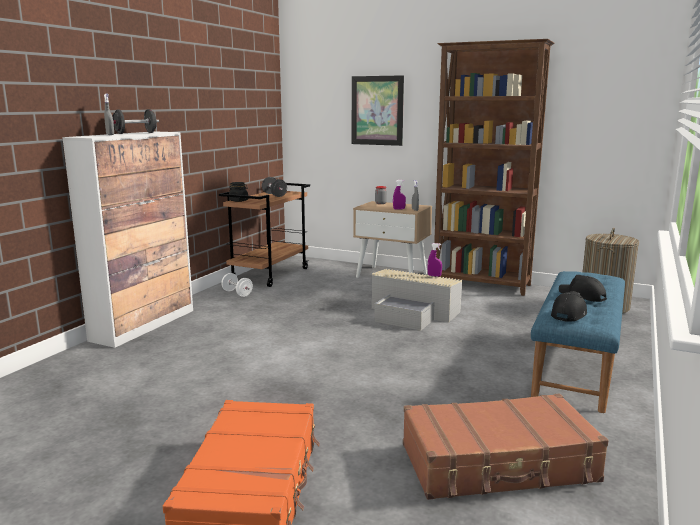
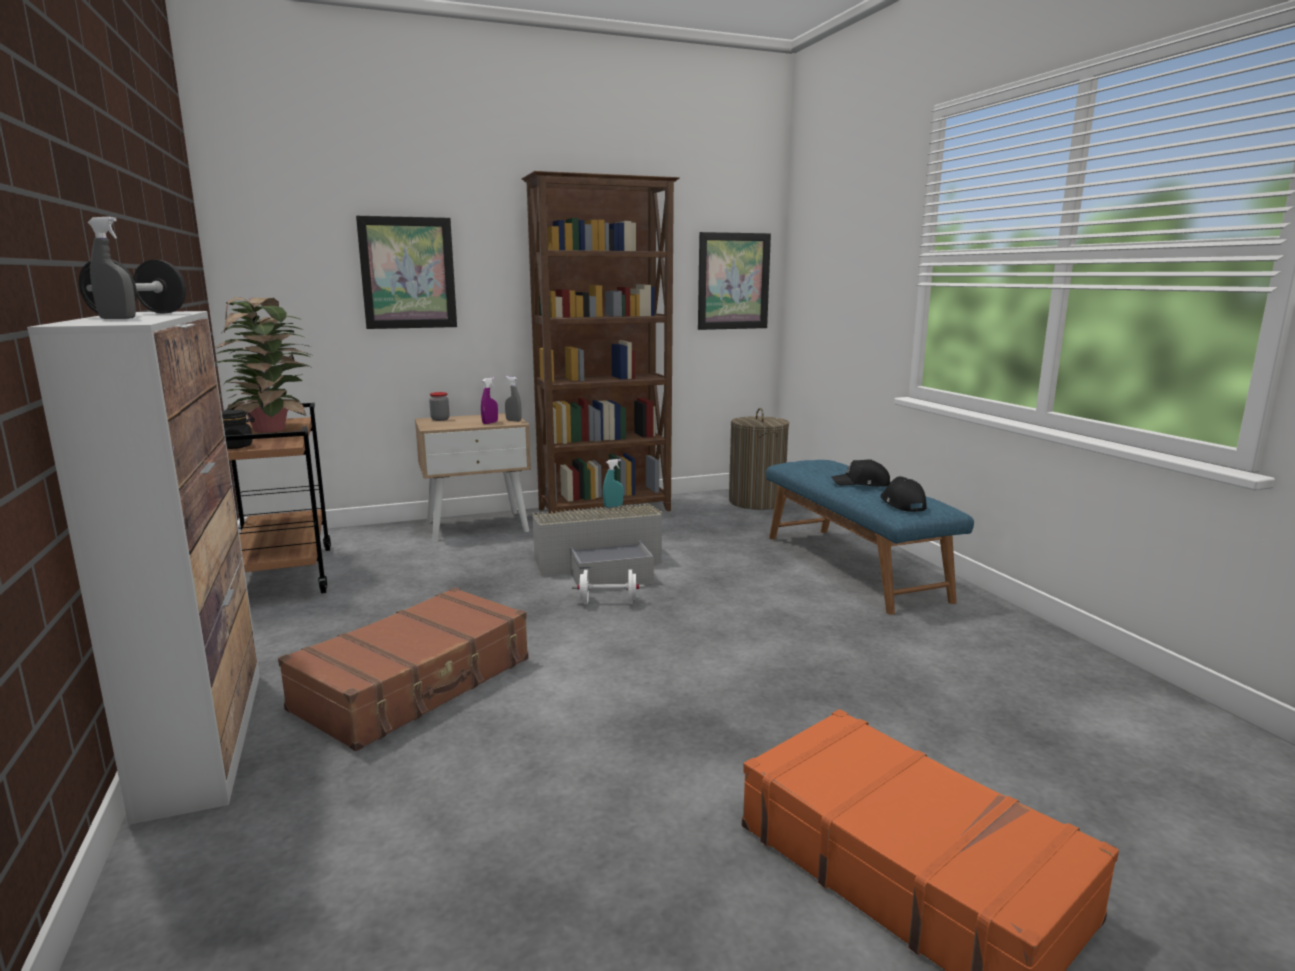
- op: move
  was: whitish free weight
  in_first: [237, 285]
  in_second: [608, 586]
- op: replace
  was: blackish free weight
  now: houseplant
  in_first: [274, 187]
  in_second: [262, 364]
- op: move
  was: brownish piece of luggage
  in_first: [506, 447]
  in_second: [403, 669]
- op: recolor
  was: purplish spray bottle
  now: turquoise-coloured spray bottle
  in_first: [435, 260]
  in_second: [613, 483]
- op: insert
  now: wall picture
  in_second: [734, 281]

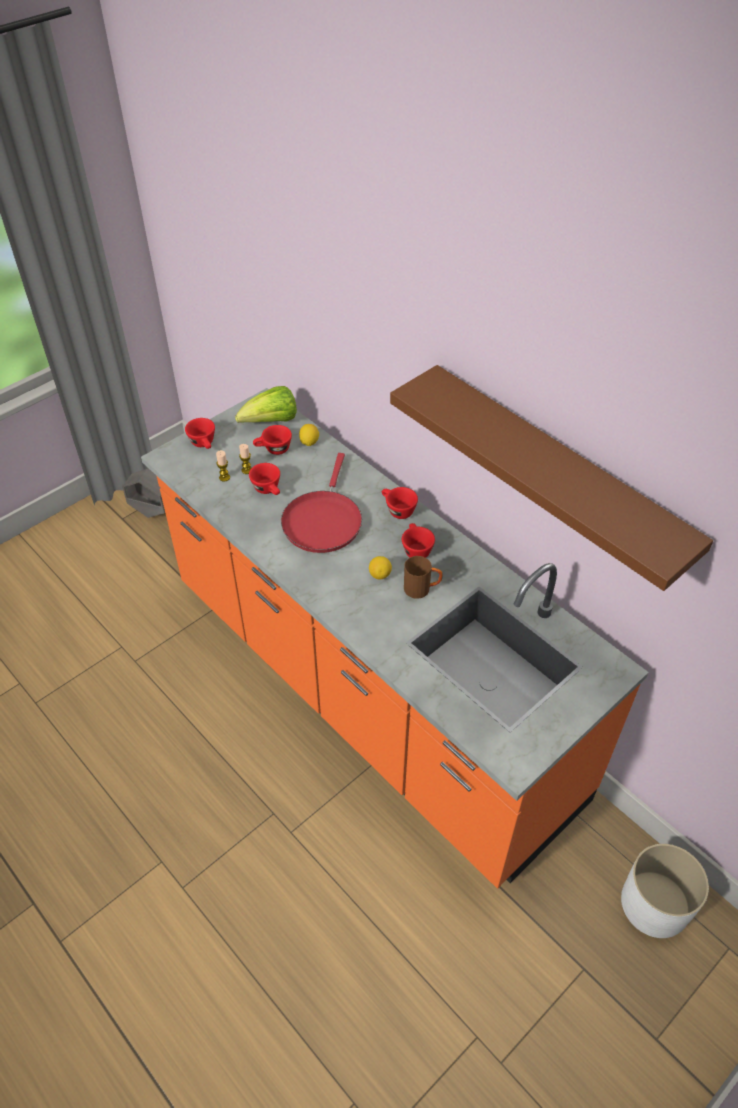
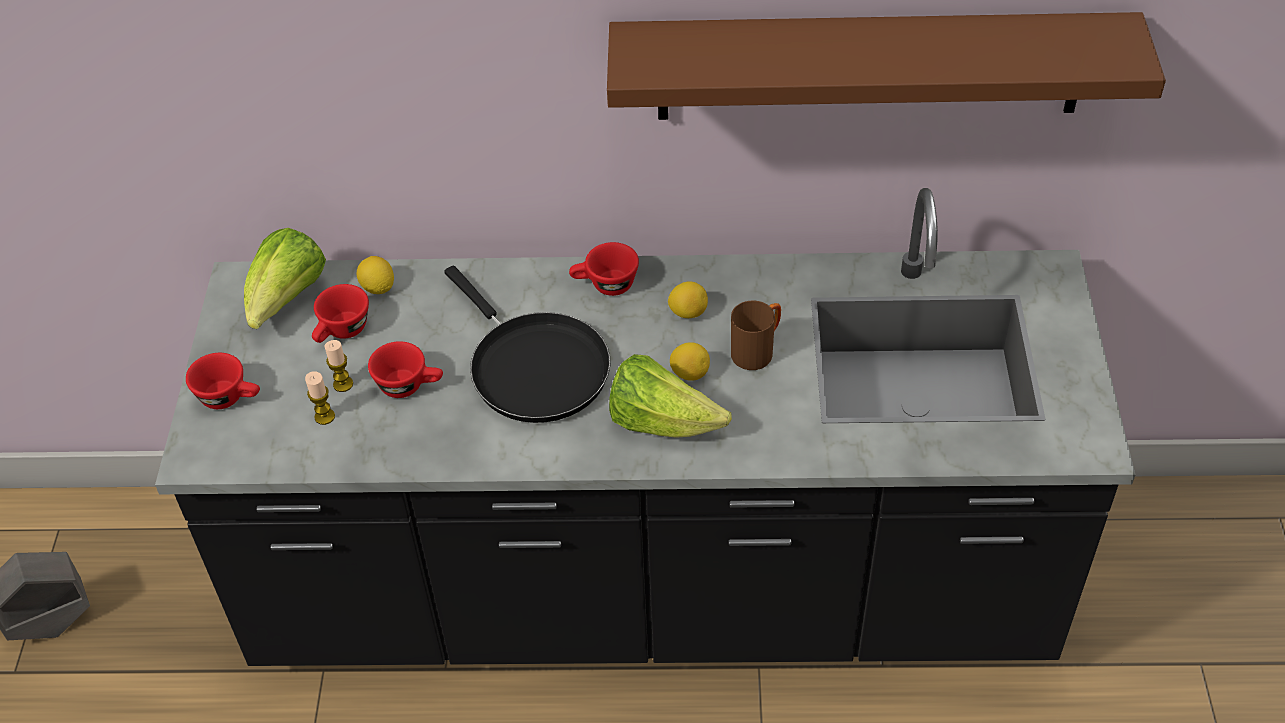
- op: recolor
  was: orange counter
  now: blackish counter
  in_first: [395, 638]
  in_second: [645, 427]
- op: recolor
  was: red frying pan
  now: blackish frying pan
  in_first: [321, 503]
  in_second: [527, 344]
- op: replace
  was: red drinking cup
  now: whole lemon
  in_first: [418, 540]
  in_second: [688, 299]
- op: delete
  was: whitish flower pot
  in_first: [665, 891]
- op: insert
  now: head of lettuce
  in_second: [670, 396]

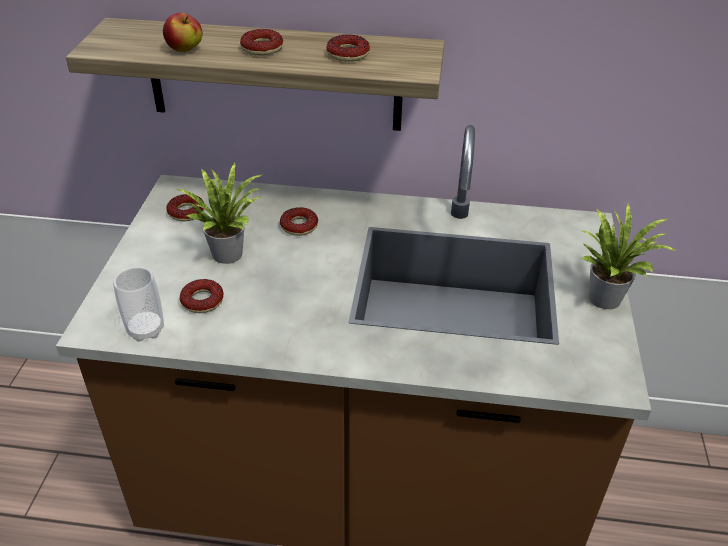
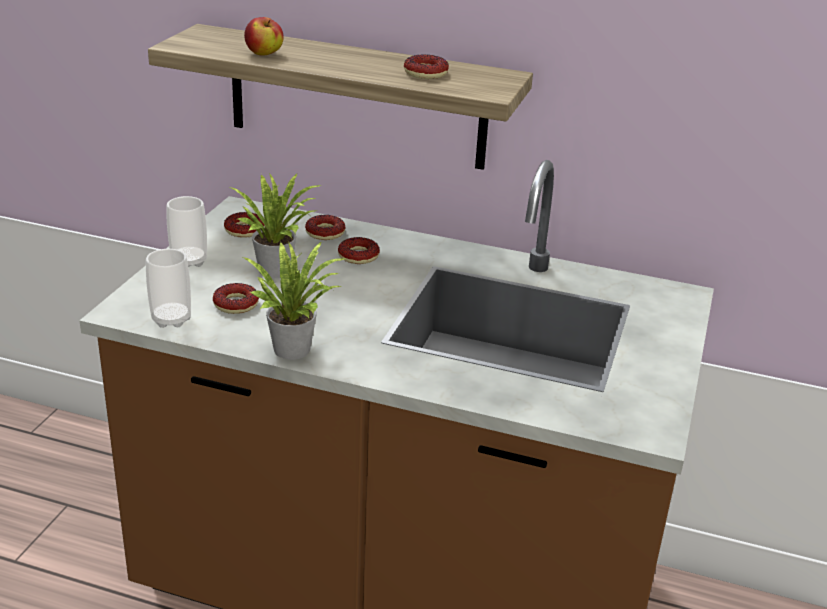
- op: move
  was: donut
  in_first: [261, 42]
  in_second: [325, 227]
- op: move
  was: houseplant
  in_first: [628, 256]
  in_second: [294, 301]
- op: insert
  now: drinking cup
  in_second: [186, 231]

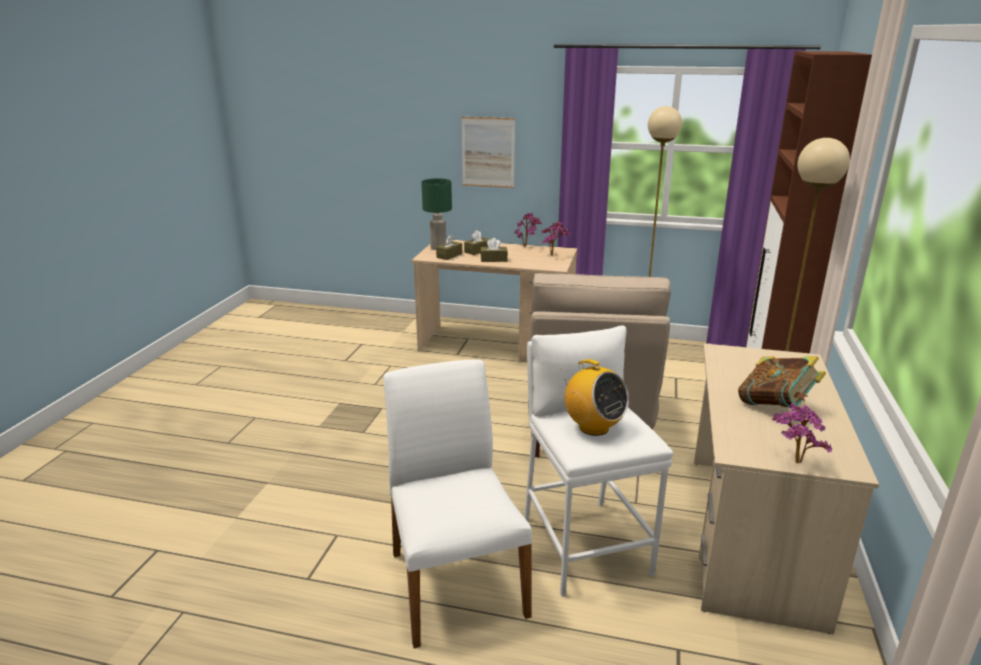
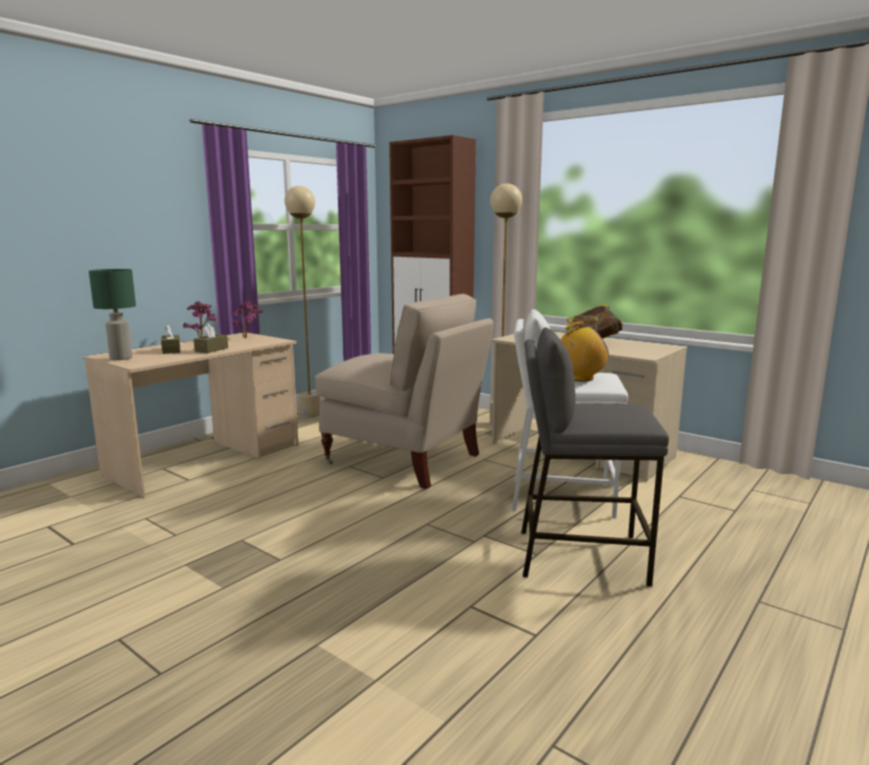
- op: replace
  was: whitish upright chair
  now: gray sitting stool
  in_first: [457, 503]
  in_second: [595, 457]
- op: delete
  was: brownish box of tissues
  in_first: [449, 247]
- op: delete
  was: wall picture
  in_first: [488, 152]
- op: delete
  was: houseplant
  in_first: [802, 433]

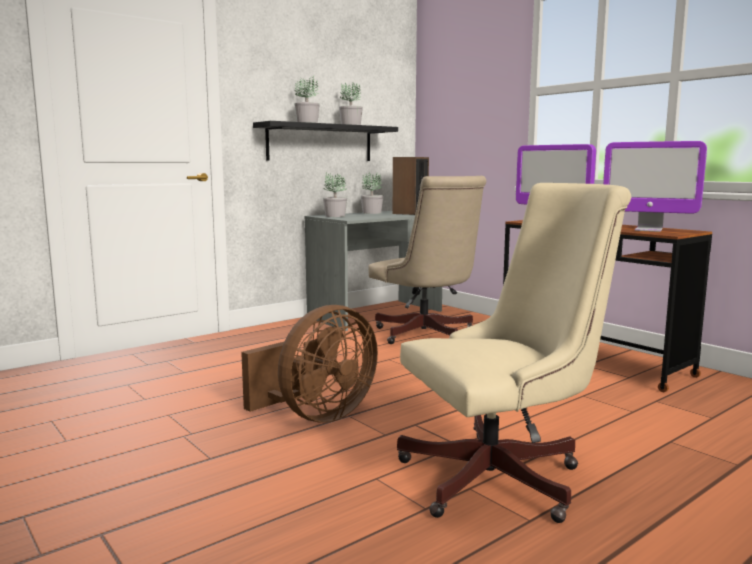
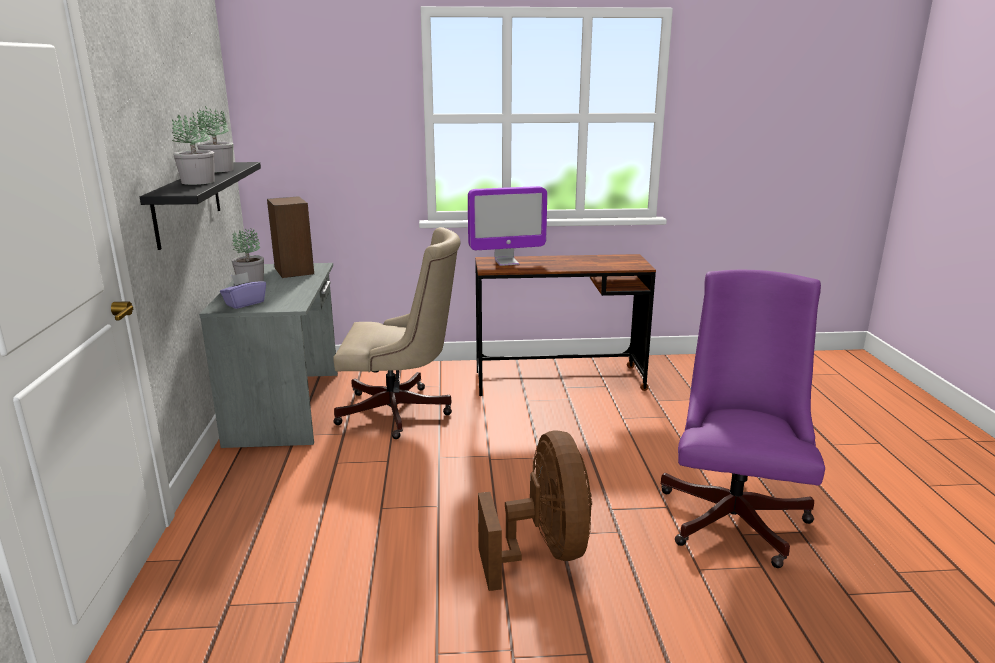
- op: replace
  was: houseplant
  now: purplish box of tissues
  in_first: [335, 195]
  in_second: [243, 290]
- op: recolor
  was: beige office chair
  now: purplish office chair
  in_first: [514, 353]
  in_second: [743, 419]
- op: delete
  was: monitor
  in_first: [655, 186]

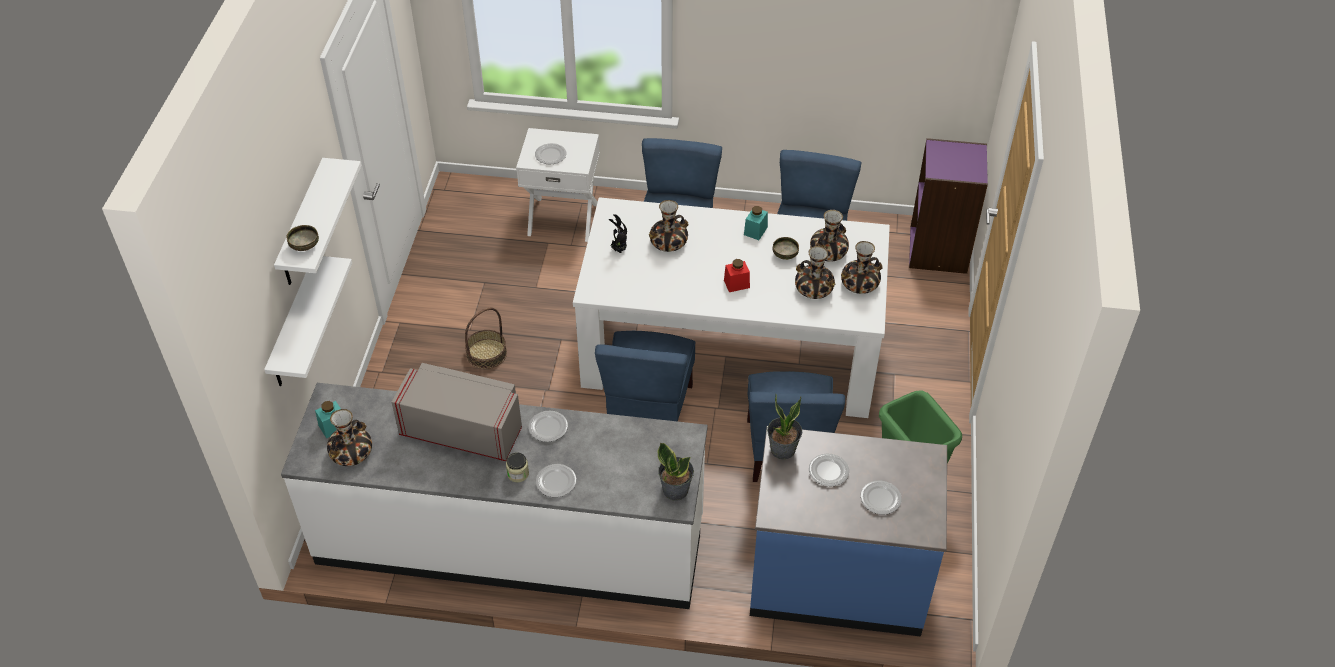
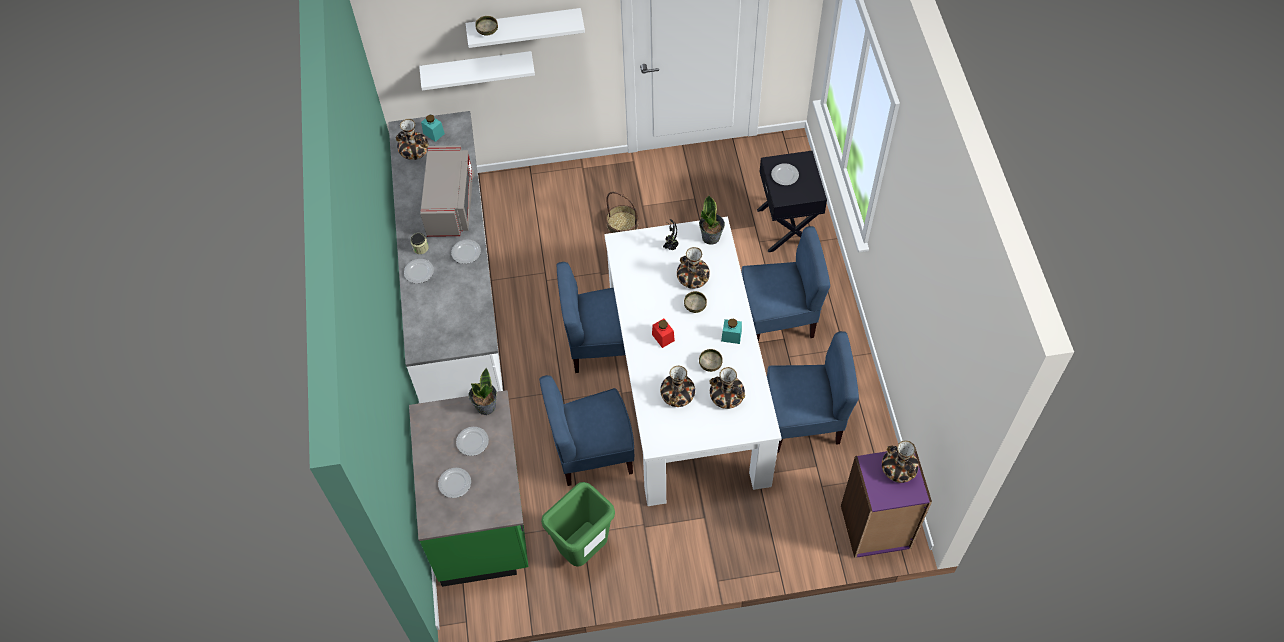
- op: recolor
  was: whitish bedside table
  now: blackish bedside table
  in_first: [558, 185]
  in_second: [792, 201]
- op: move
  was: houseplant
  in_first: [676, 472]
  in_second: [712, 220]
- op: recolor
  was: blue counter
  now: greenish counter
  in_first: [848, 531]
  in_second: [469, 488]
- op: move
  was: vase
  in_first: [861, 267]
  in_second: [900, 461]
- op: insert
  now: bowl
  in_second: [695, 302]

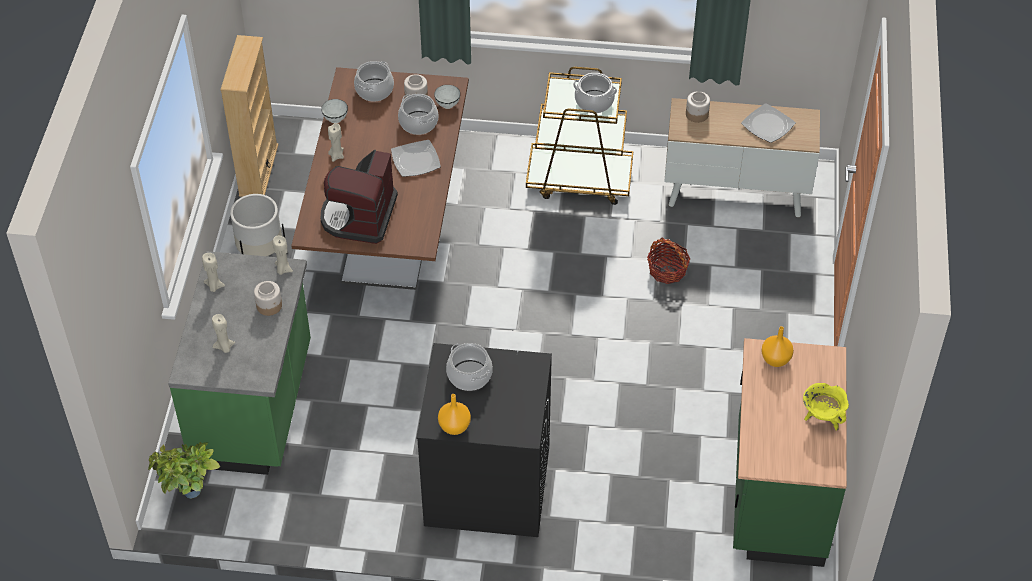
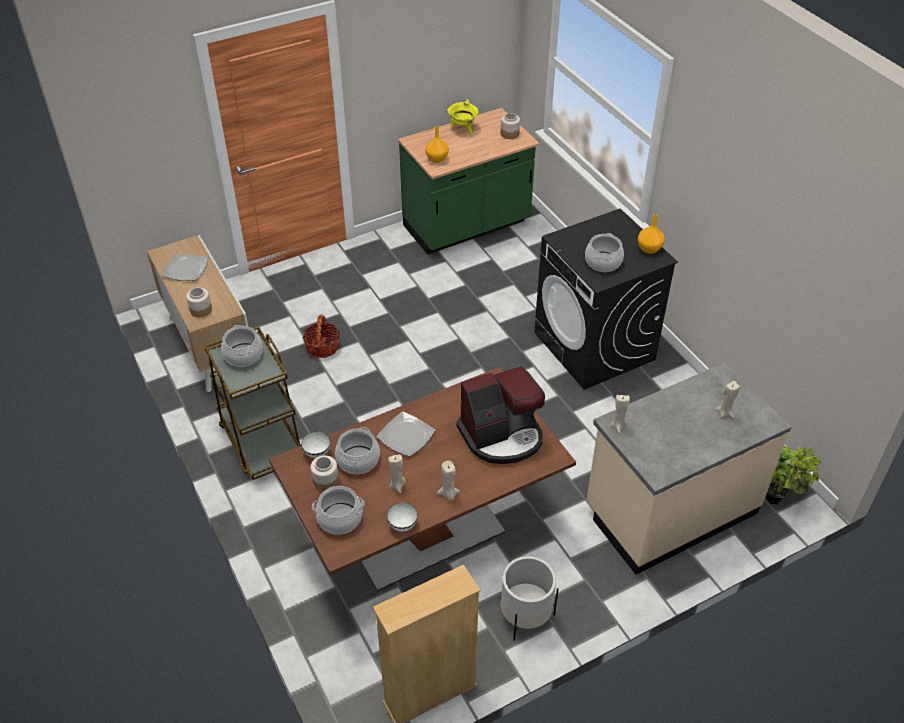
- op: recolor
  was: greenish counter
  now: beige counter
  in_first: [239, 363]
  in_second: [689, 468]
- op: move
  was: beige candle
  in_first: [213, 272]
  in_second: [397, 473]
- op: move
  was: jar
  in_first: [268, 298]
  in_second: [510, 126]

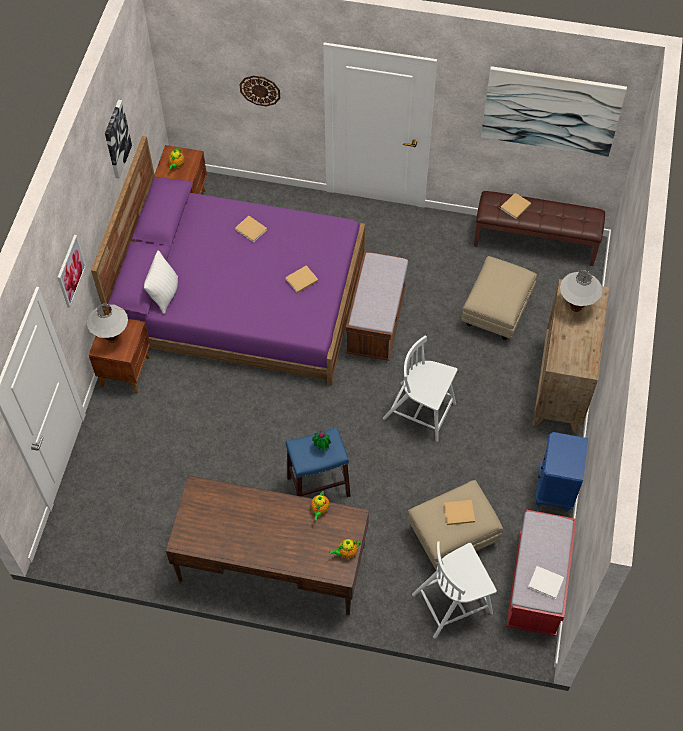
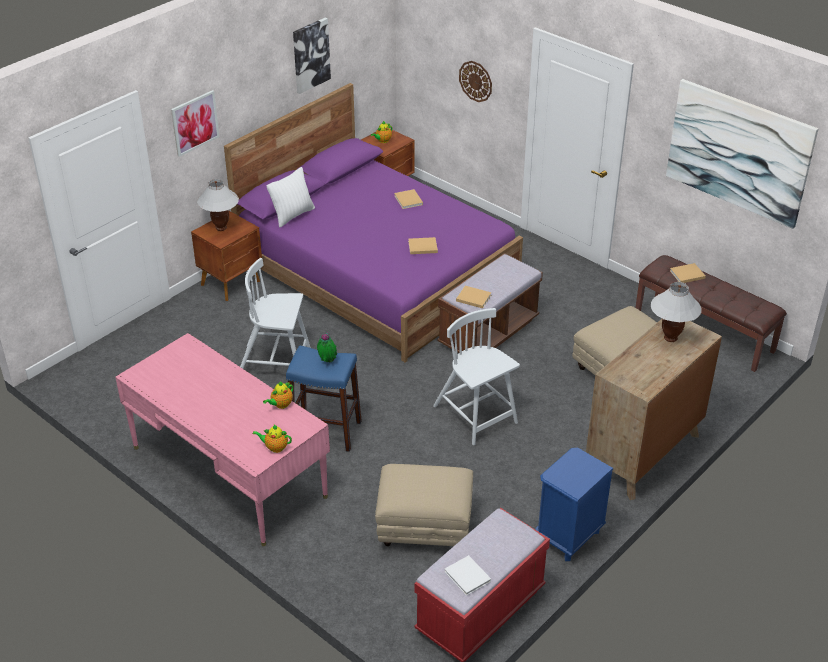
- op: recolor
  was: brownish desk unit
  now: pink-coloured desk unit
  in_first: [267, 546]
  in_second: [222, 439]
- op: move
  was: whitish upright chair
  in_first: [454, 589]
  in_second: [275, 313]
- op: move
  was: beige volume
  in_first: [459, 512]
  in_second: [474, 297]

